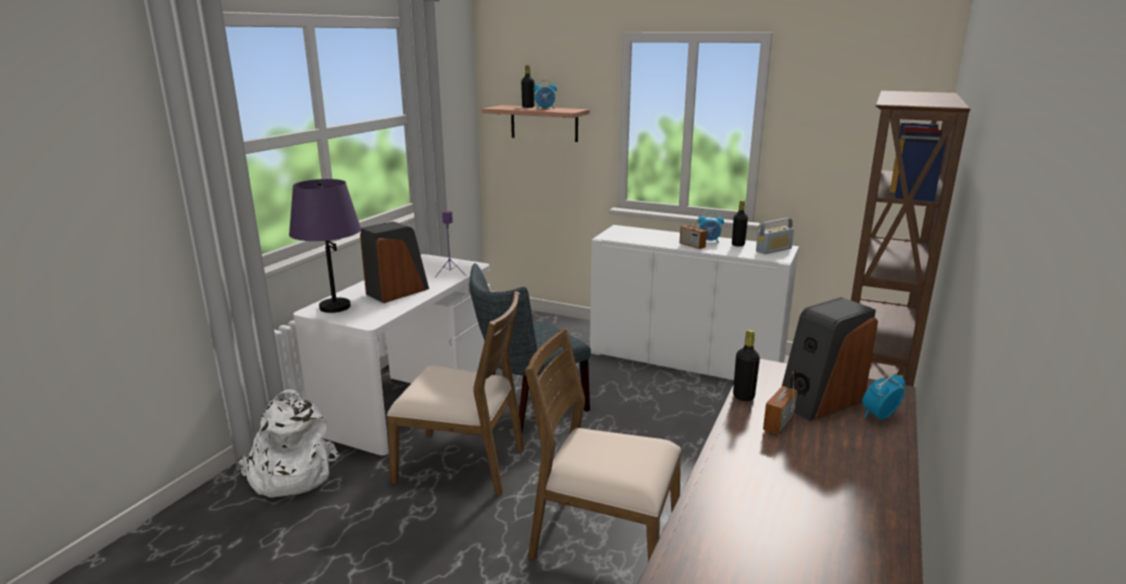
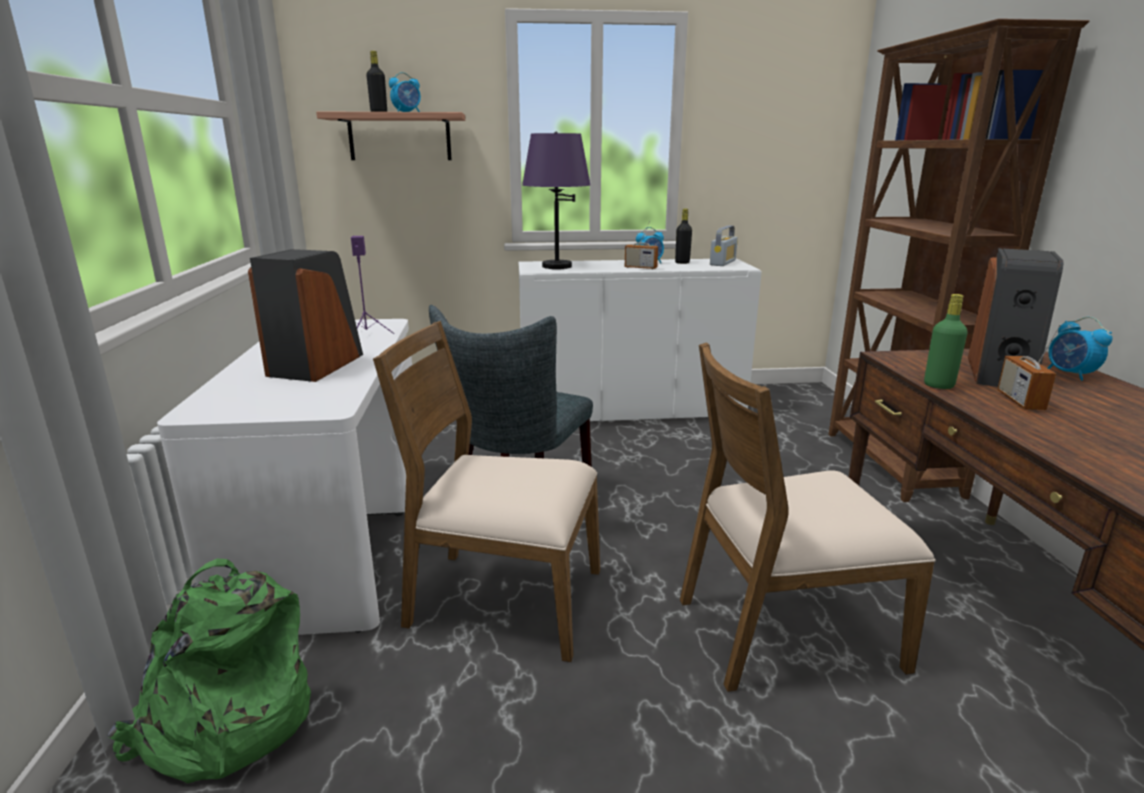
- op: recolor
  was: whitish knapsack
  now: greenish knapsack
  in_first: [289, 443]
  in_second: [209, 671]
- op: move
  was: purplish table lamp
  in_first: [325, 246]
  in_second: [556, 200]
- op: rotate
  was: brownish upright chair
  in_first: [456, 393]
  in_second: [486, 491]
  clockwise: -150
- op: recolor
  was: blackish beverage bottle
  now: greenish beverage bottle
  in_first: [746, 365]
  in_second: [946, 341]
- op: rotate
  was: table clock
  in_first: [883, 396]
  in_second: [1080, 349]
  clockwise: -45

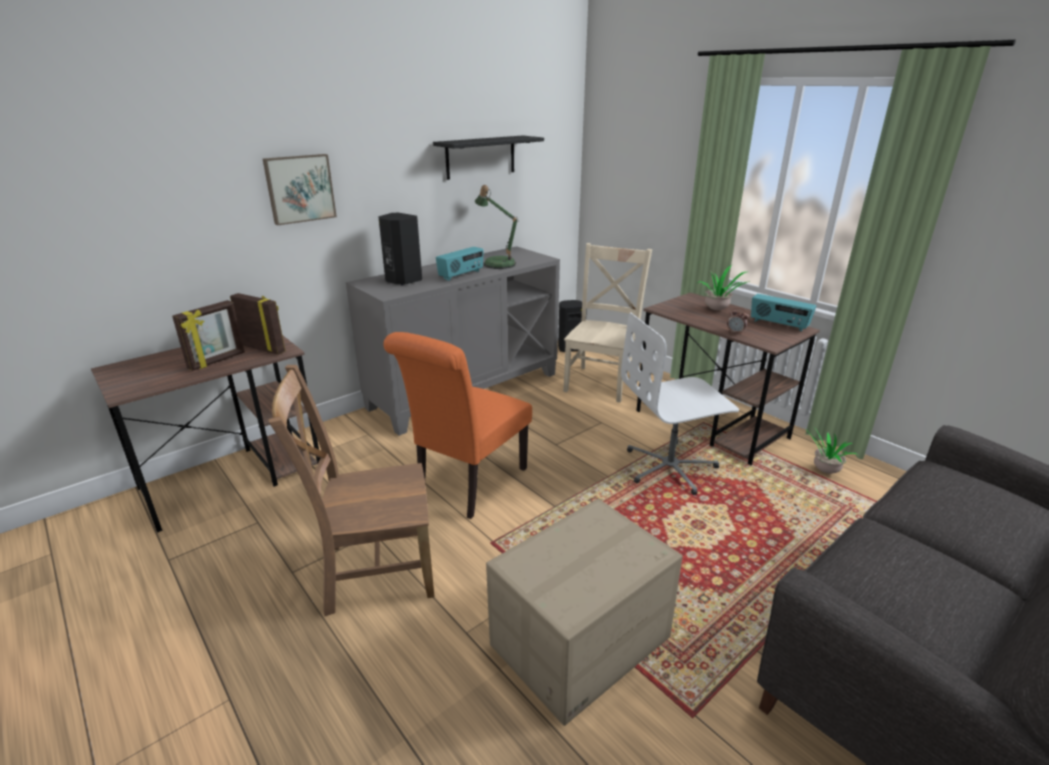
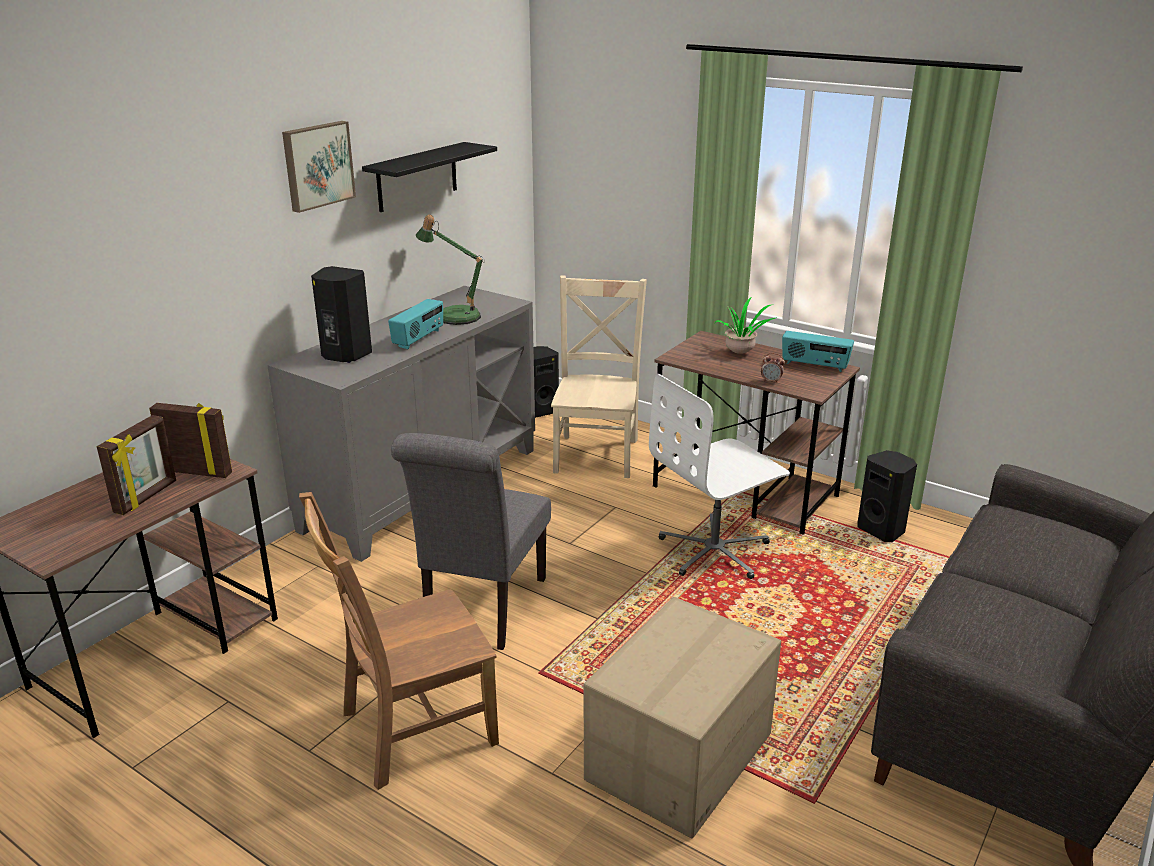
- op: move
  was: wall picture
  in_first: [300, 189]
  in_second: [319, 167]
- op: recolor
  was: orange upright chair
  now: gray upright chair
  in_first: [457, 425]
  in_second: [471, 541]
- op: replace
  was: houseplant
  now: blackish loudspeaker
  in_first: [833, 449]
  in_second: [887, 496]

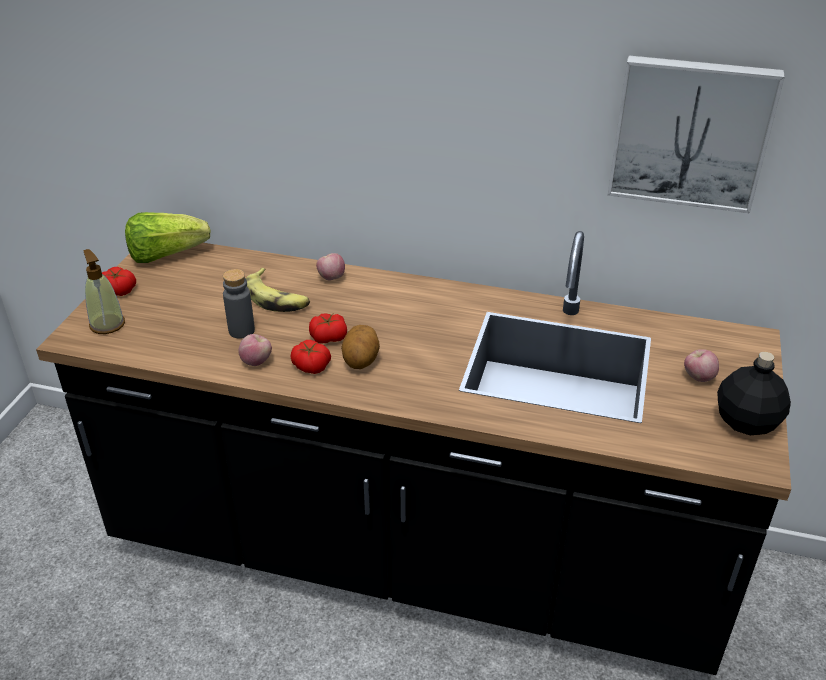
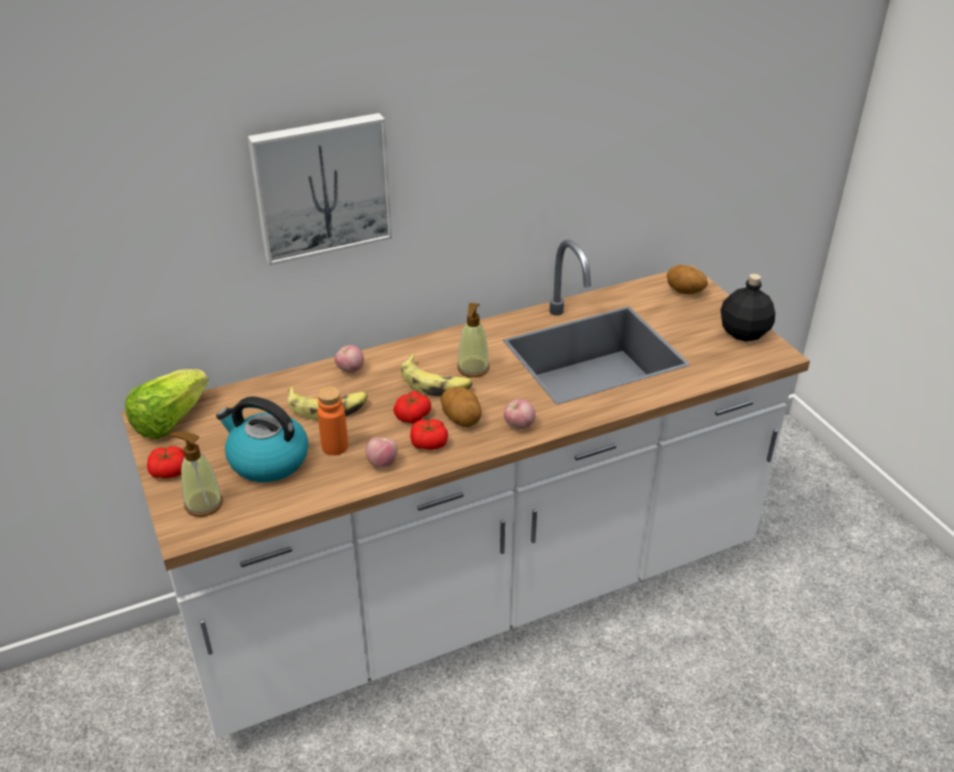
- op: recolor
  was: blackish counter
  now: whitish counter
  in_first: [413, 453]
  in_second: [465, 489]
- op: recolor
  was: gray beverage bottle
  now: orange beverage bottle
  in_first: [239, 304]
  in_second: [332, 420]
- op: move
  was: wall picture
  in_first: [696, 134]
  in_second: [319, 189]
- op: move
  was: whole apple
  in_first: [701, 365]
  in_second: [520, 414]
- op: insert
  now: water kettle
  in_second: [262, 439]
- op: insert
  now: banana fruit
  in_second: [436, 375]
- op: insert
  now: soap dispenser
  in_second: [473, 340]
- op: insert
  now: potato
  in_second: [687, 279]

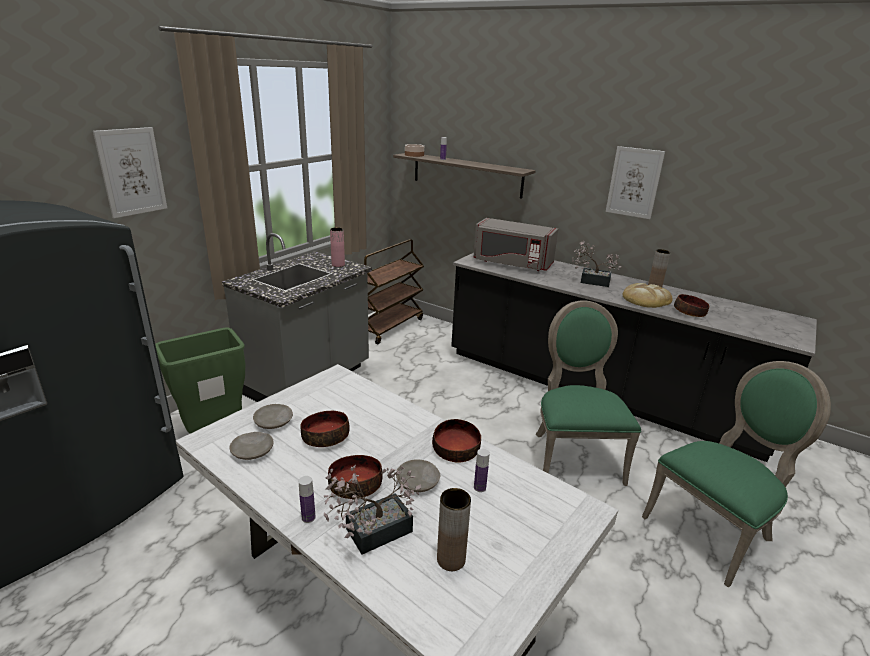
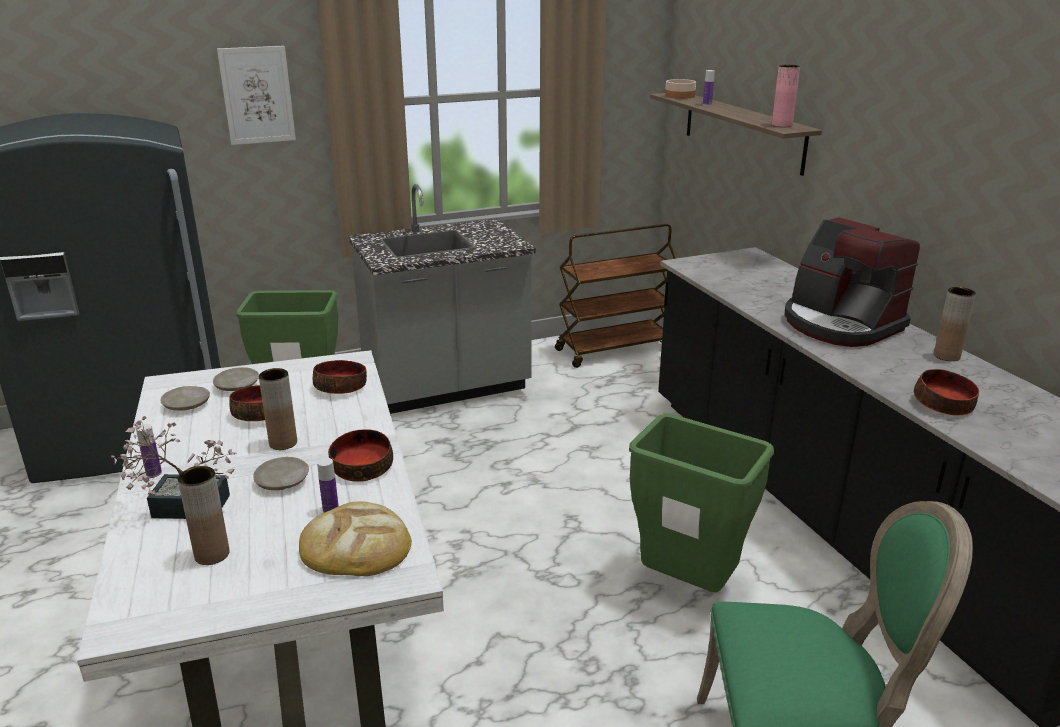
- op: move
  was: bowl
  in_first: [355, 477]
  in_second: [340, 377]
- op: move
  was: pink-coloured vase
  in_first: [337, 247]
  in_second: [786, 96]
- op: delete
  was: gray microwave oven
  in_first: [515, 244]
- op: replace
  was: greenish upright chair
  now: greenish rubbish bin
  in_first: [588, 393]
  in_second: [701, 502]
- op: replace
  was: houseplant
  now: coffee brewer
  in_first: [597, 263]
  in_second: [852, 282]
- op: delete
  was: wall picture
  in_first: [635, 182]
- op: move
  was: baked bread
  in_first: [648, 295]
  in_second: [355, 538]
- op: insert
  now: brownish vase
  in_second: [278, 409]

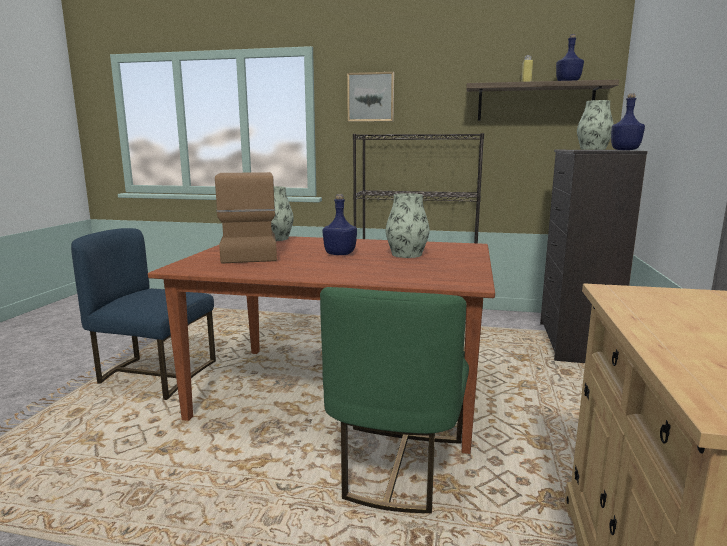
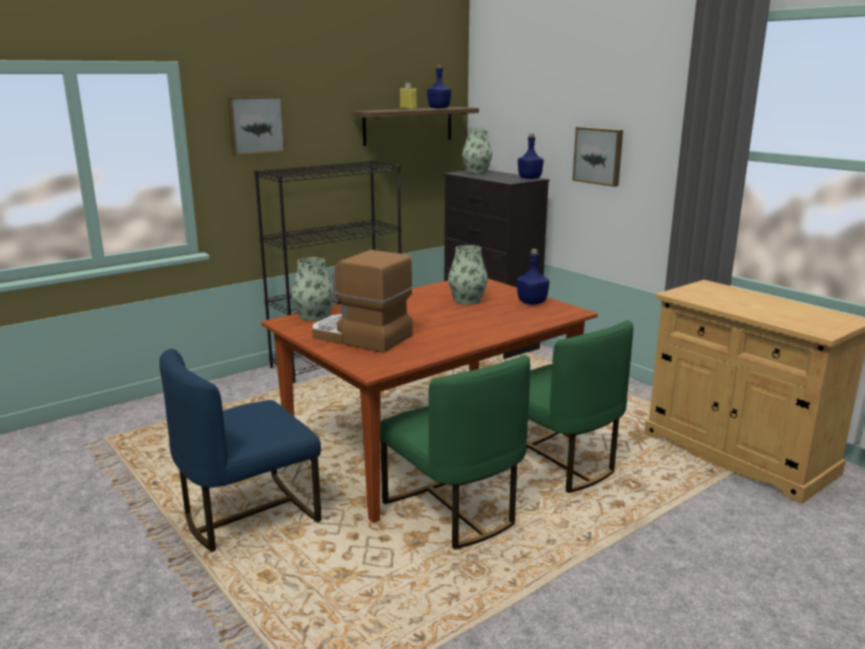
- op: move
  was: blue beverage bottle
  in_first: [340, 224]
  in_second: [533, 276]
- op: insert
  now: greenish upright chair
  in_second: [455, 452]
- op: insert
  now: wall picture
  in_second: [597, 157]

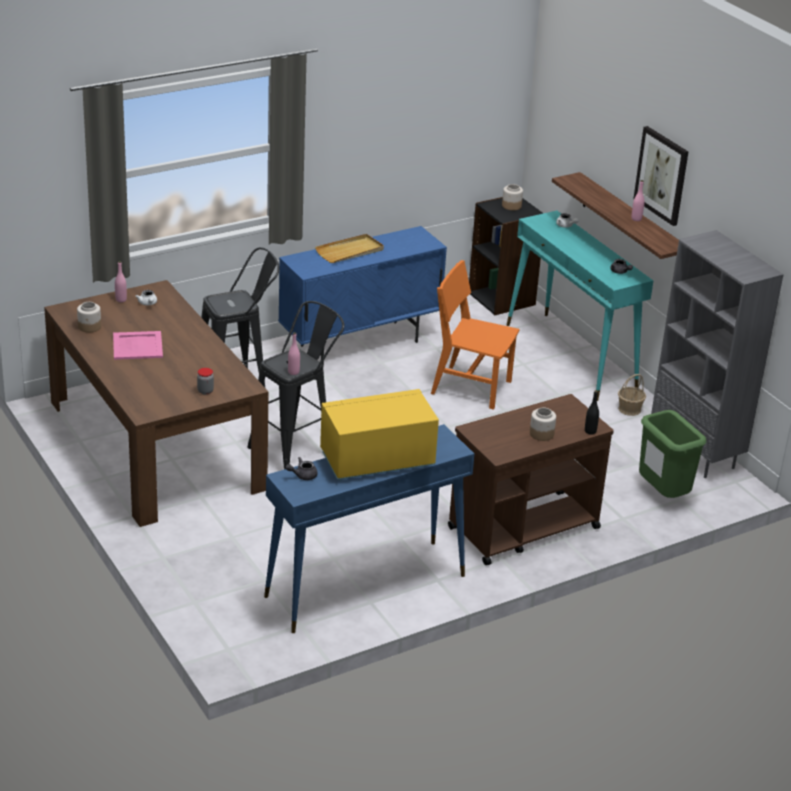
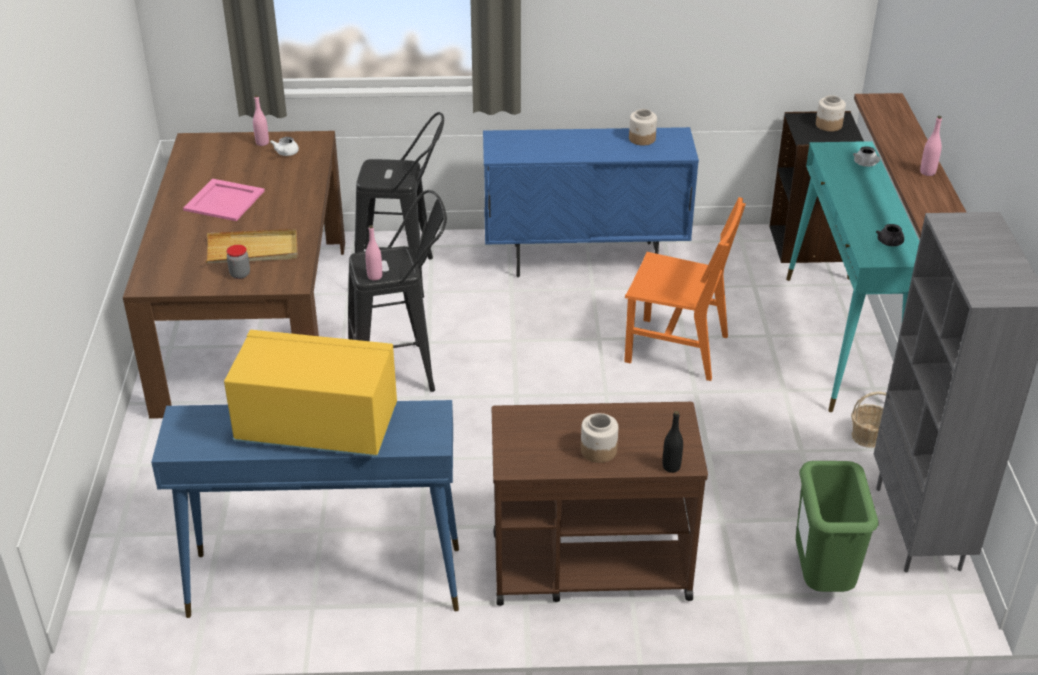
- op: move
  was: jar
  in_first: [89, 317]
  in_second: [643, 127]
- op: delete
  was: gray pot for tea
  in_first: [301, 468]
- op: move
  was: beige serving tray
  in_first: [349, 248]
  in_second: [252, 246]
- op: rotate
  was: orange upright chair
  in_first: [475, 335]
  in_second: [685, 289]
  clockwise: 150
- op: delete
  was: wall picture
  in_first: [660, 176]

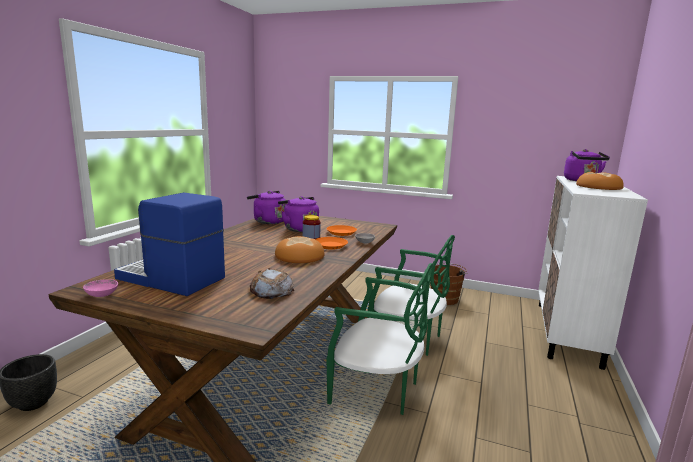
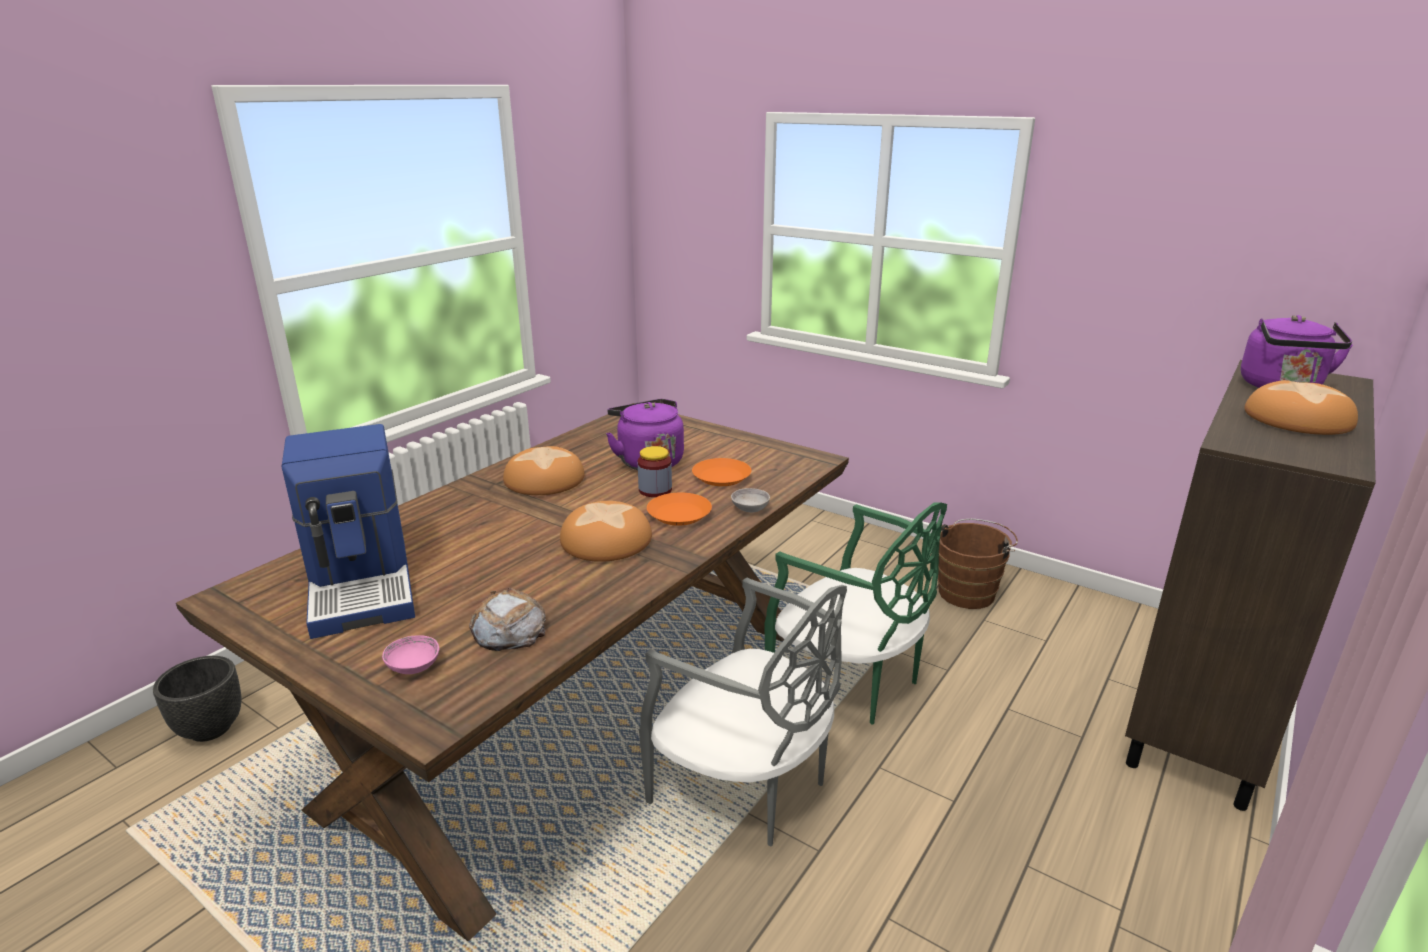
- op: move
  was: pink-coloured bowl
  in_first: [100, 288]
  in_second: [410, 654]
- op: rotate
  was: coffee brewer
  in_first: [169, 244]
  in_second: [348, 531]
  clockwise: -150
- op: delete
  was: purplish water kettle
  in_first: [267, 207]
- op: recolor
  was: greenish upright chair
  now: gray upright chair
  in_first: [380, 339]
  in_second: [743, 711]
- op: recolor
  was: whitish cabinet
  now: brownish cabinet
  in_first: [593, 273]
  in_second: [1250, 585]
- op: insert
  now: baked bread
  in_second: [544, 470]

